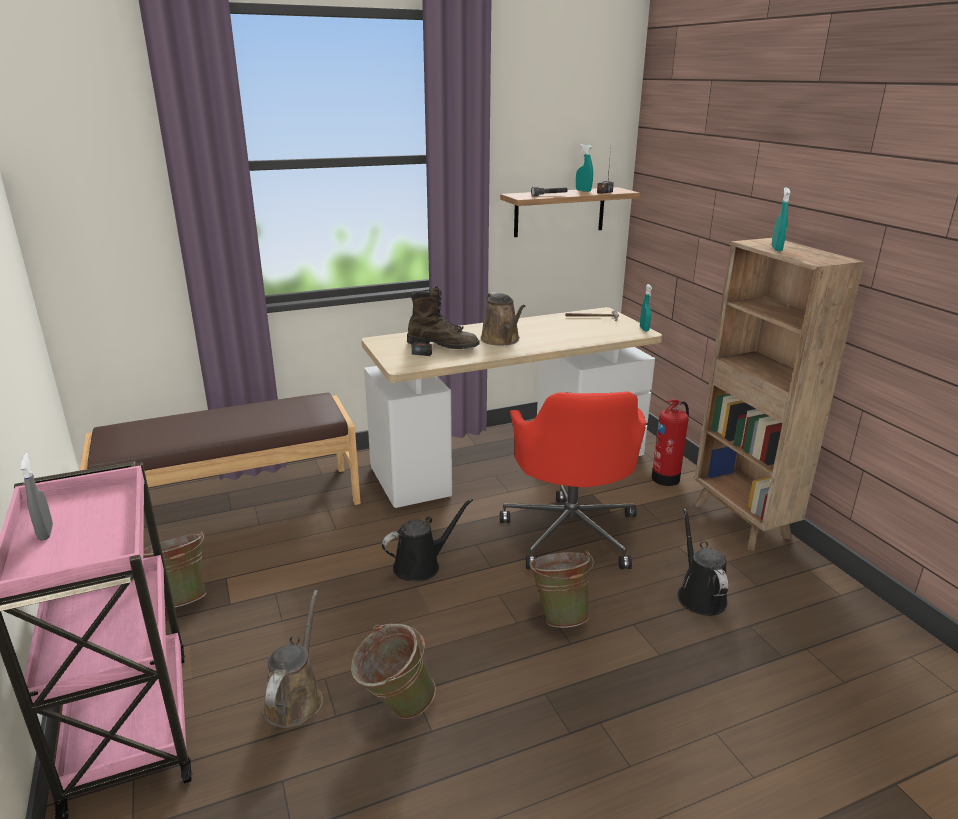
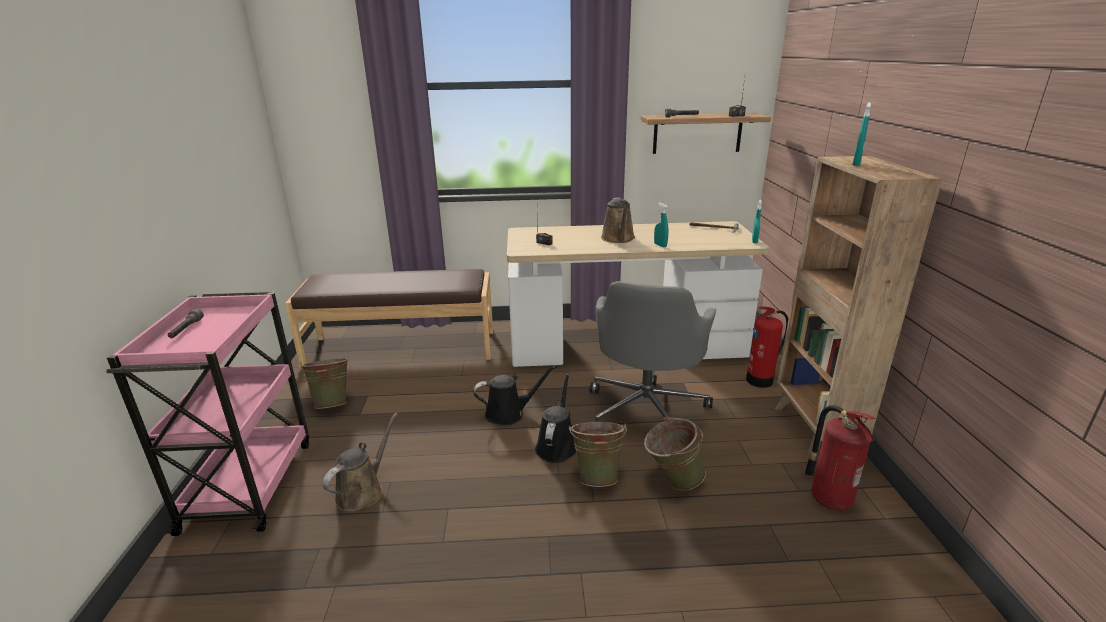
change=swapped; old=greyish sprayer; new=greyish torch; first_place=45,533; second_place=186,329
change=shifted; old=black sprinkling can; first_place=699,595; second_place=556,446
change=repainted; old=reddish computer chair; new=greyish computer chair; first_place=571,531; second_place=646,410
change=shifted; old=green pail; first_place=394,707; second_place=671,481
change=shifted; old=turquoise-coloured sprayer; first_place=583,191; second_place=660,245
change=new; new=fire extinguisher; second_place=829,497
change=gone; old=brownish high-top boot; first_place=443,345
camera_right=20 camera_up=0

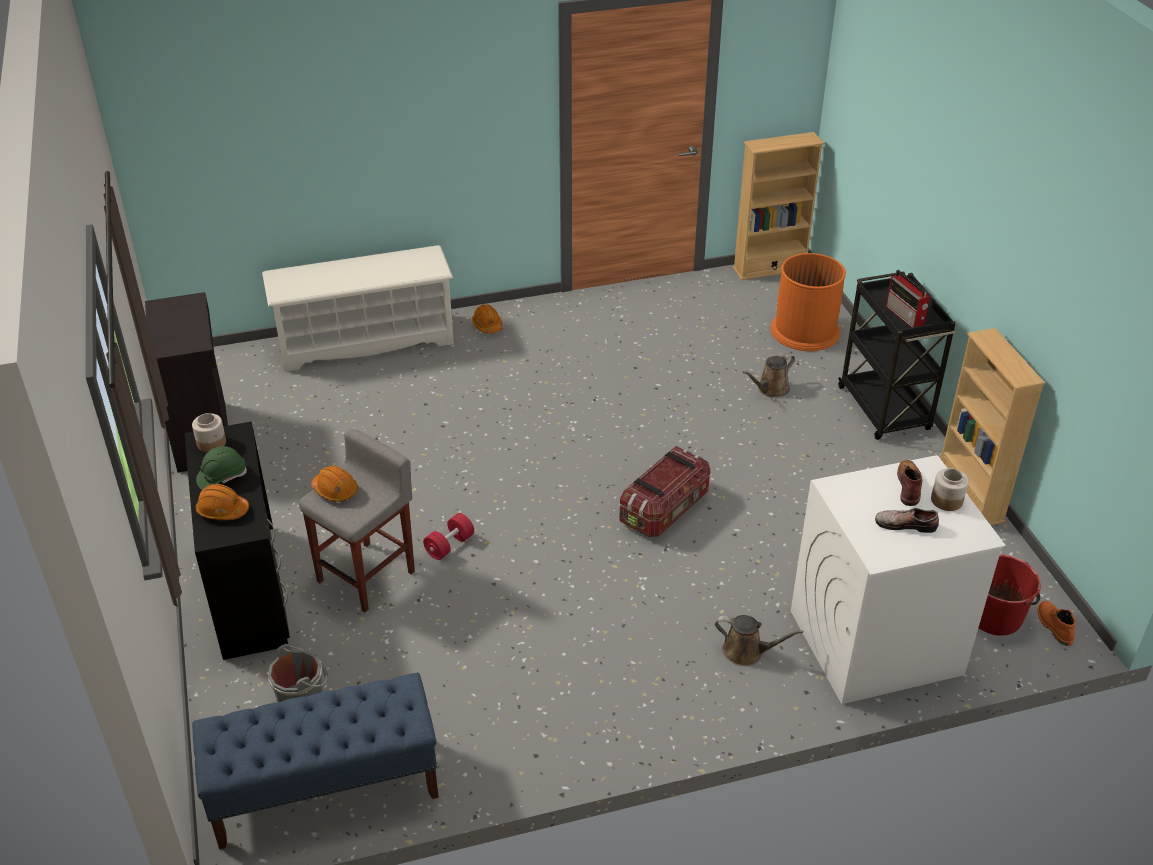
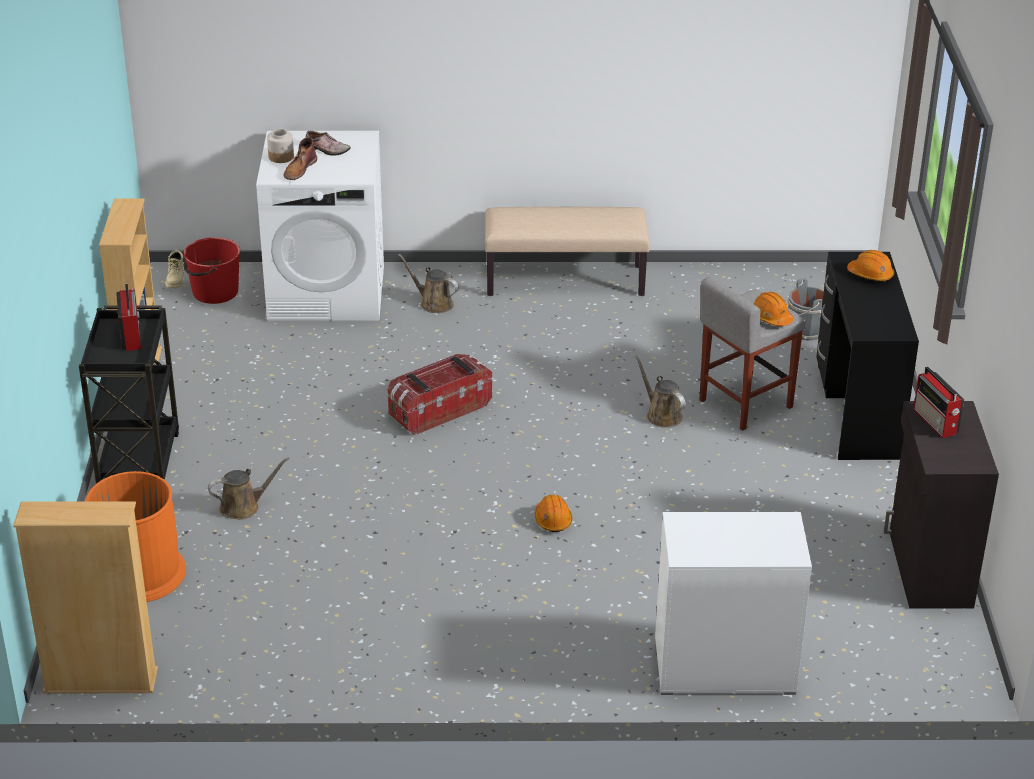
change=repainted; old=orangey high-top boot; new=beige-coloured high-top boot; first_place=1053,626; second_place=176,279
change=new; new=beige-coloured long seat; second_place=565,280
change=shifted; old=orangey safety helmet; first_place=487,325; second_place=553,520
change=swapped; old=reddish free weight; new=brownish sprinkling can; first_place=449,545; second_place=661,415
change=swapped; old=whitish shoe stand; new=whitish drawer chest; first_place=366,341; second_place=723,666
change=new; new=radio receiver; second_place=936,422
change=gone; old=preserve jar; first_place=212,443
change=gone; old=bluish long seat; first_place=324,790
change=gone; old=green safety helmet; first_place=222,477
camera_right=-165 camera_up=-5

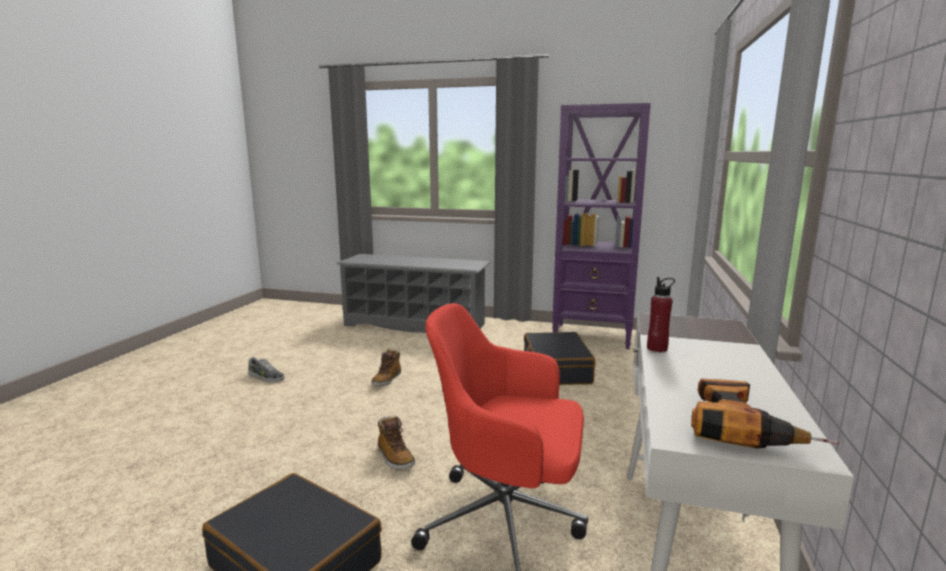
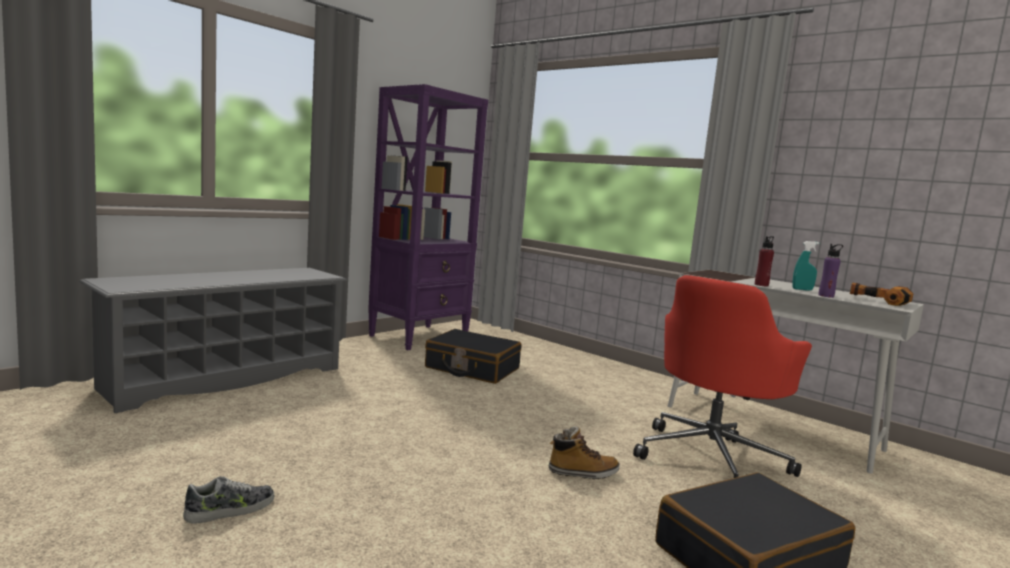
change=new; new=turquoise-coloured sprayer; second_place=802,289
change=new; new=purple bottle; second_place=826,296
change=gone; old=high-top boot; first_place=386,380
camera_right=-65 camera_up=-5

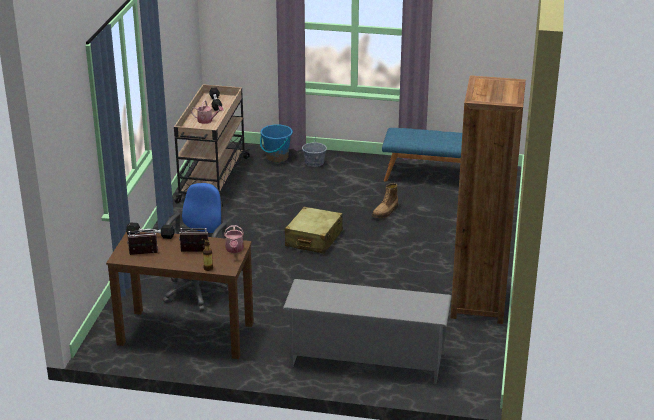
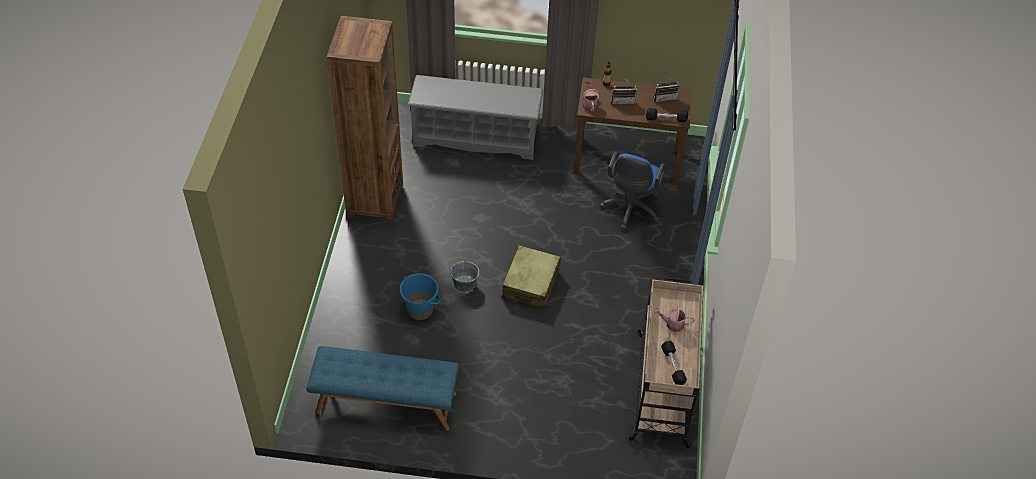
change=shifted; old=bluish pail; first_place=276,158; second_place=420,309
change=shifted; old=greyish pail; first_place=314,162; second_place=464,284
change=gone; old=high-top boot; first_place=385,212
camera_right=175 camera_up=20

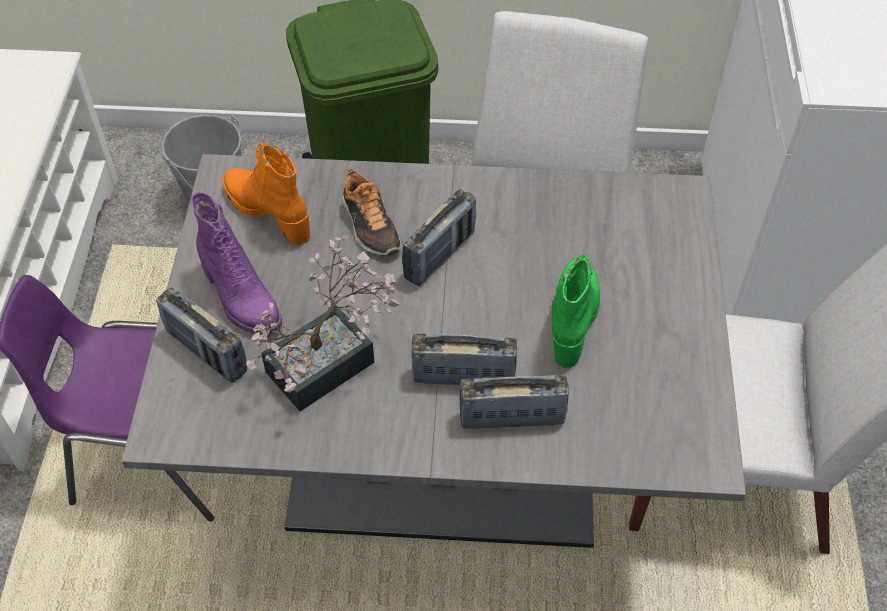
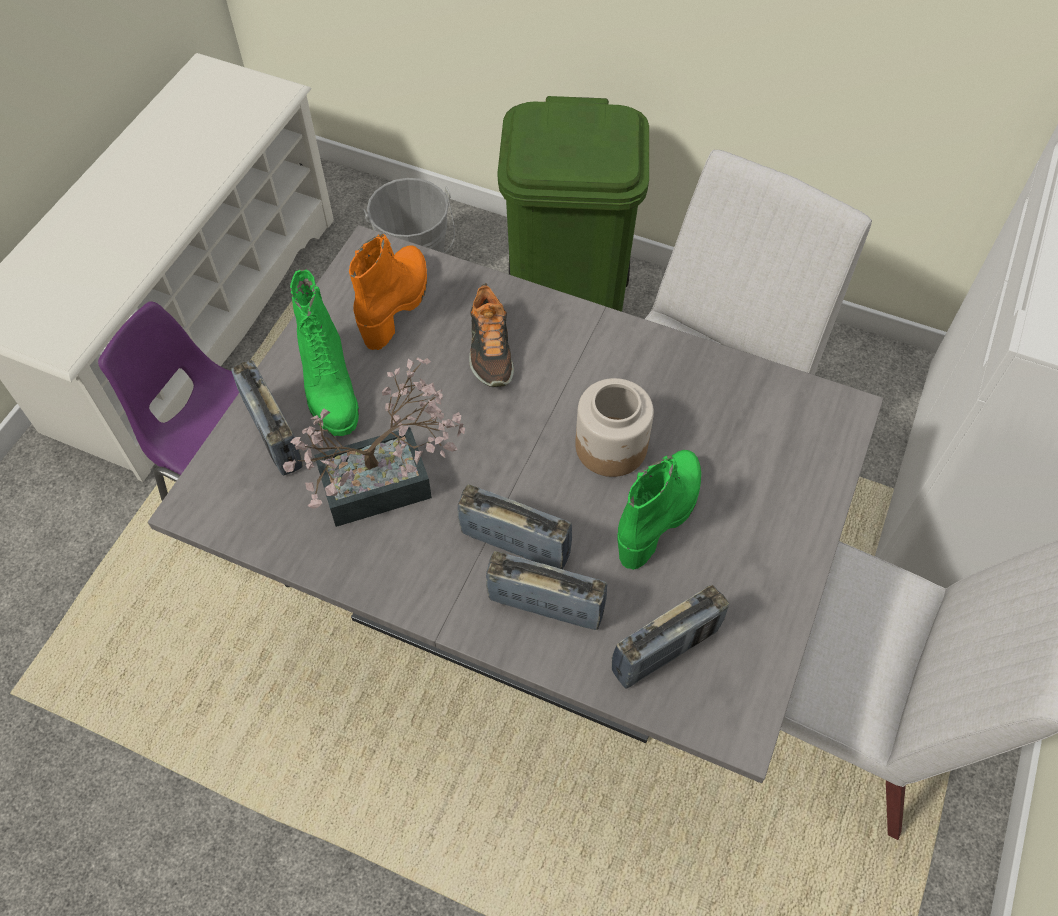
change=repainted; old=purple high-top boot; new=green high-top boot; first_place=240,299; second_place=328,389
change=rotated; old=orangey high-top boot; first_place=269,212; second_place=396,305; degrees=45
change=new; new=preserve jar; second_place=611,447
change=shifted; old=radio receiver; first_place=440,255; second_place=665,650
camera_right=20 camera_up=5

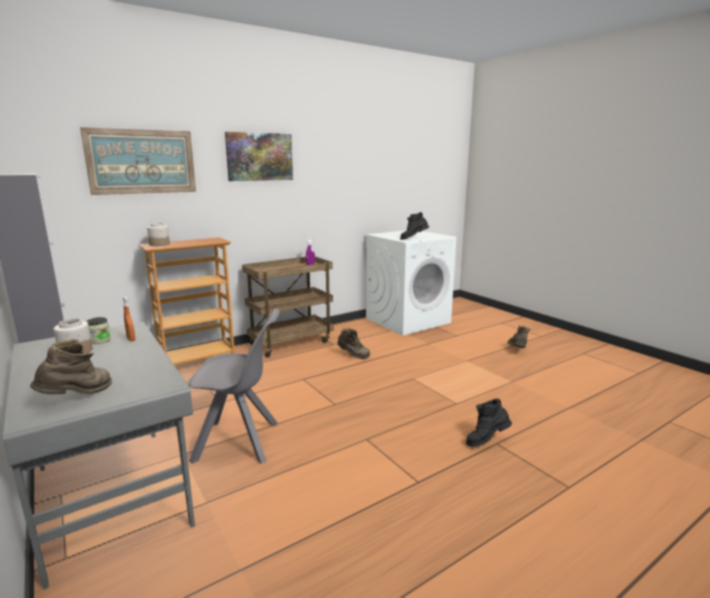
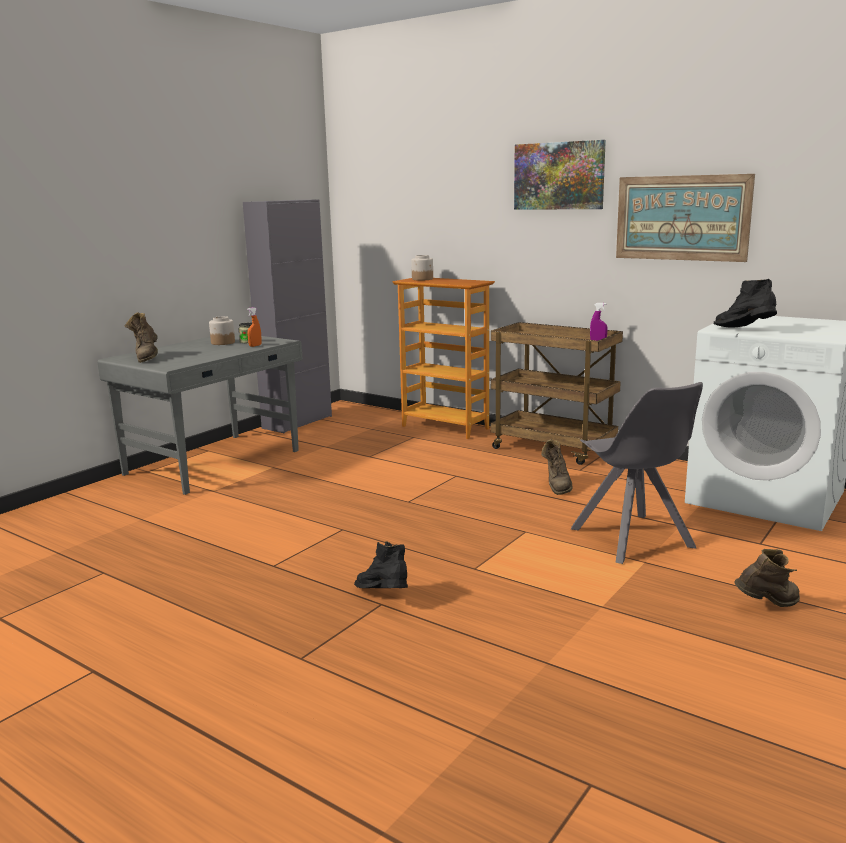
change=rotated; old=brownish high-top boot; first_place=78,397; second_place=147,358; degrees=75
change=shifted; old=greyish chair; first_place=239,442; second_place=633,539
change=shifted; old=wall picture; first_place=142,162; second_place=682,218
camera_right=70 camera_up=0

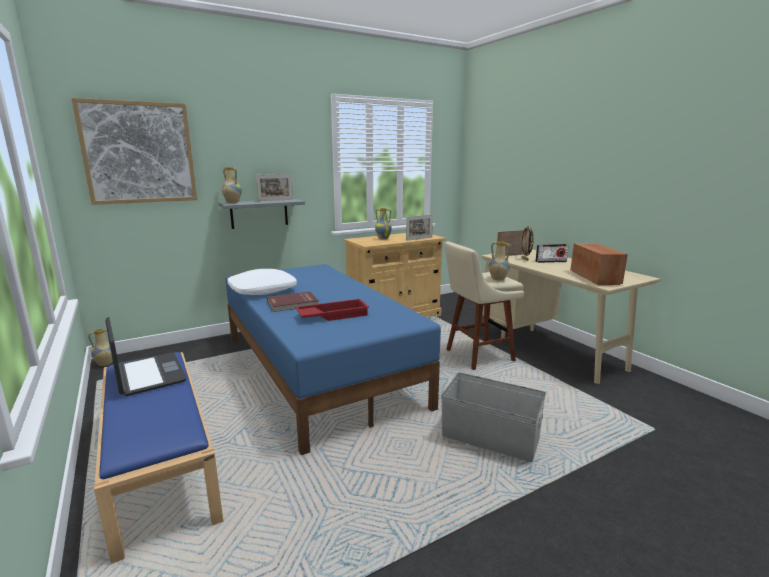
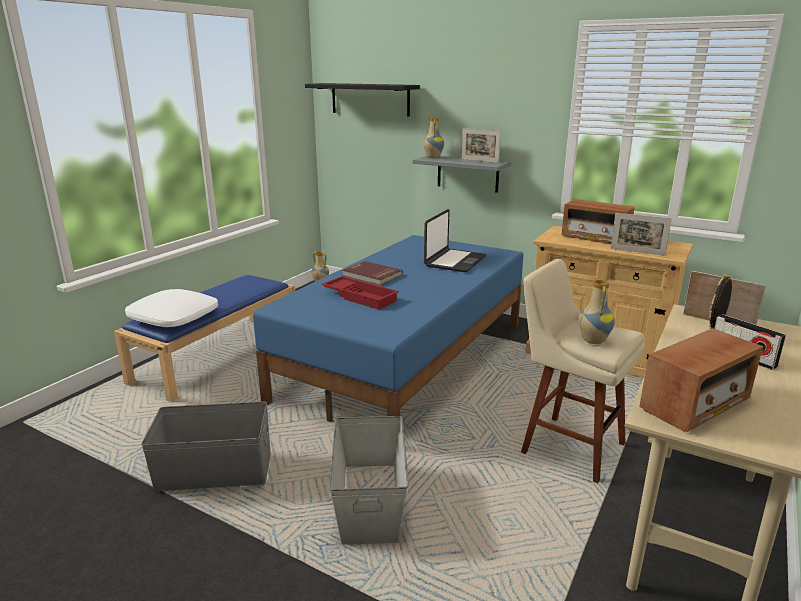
change=shifted; old=whitish throw pillow; first_place=262,290; second_place=174,317
change=new; new=greyish storage container; second_place=214,471
change=swapped; old=wall picture; new=black shelf; first_place=139,153; second_place=370,99
change=shifted; old=portable computer; first_place=148,375; second_place=454,261
change=swapped; old=vase; new=radio receiver; first_place=383,238; second_place=595,238
camera_right=60 camera_up=5

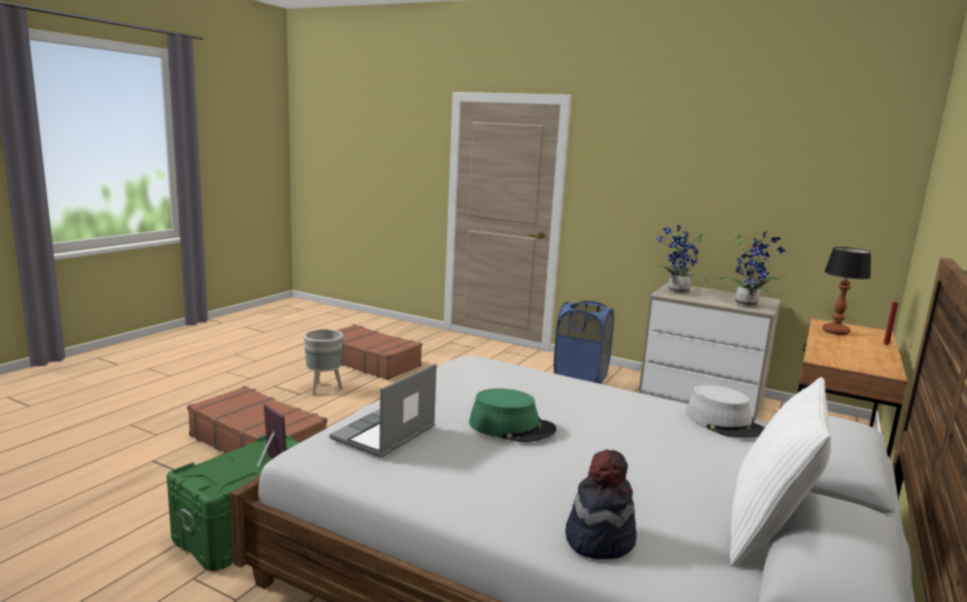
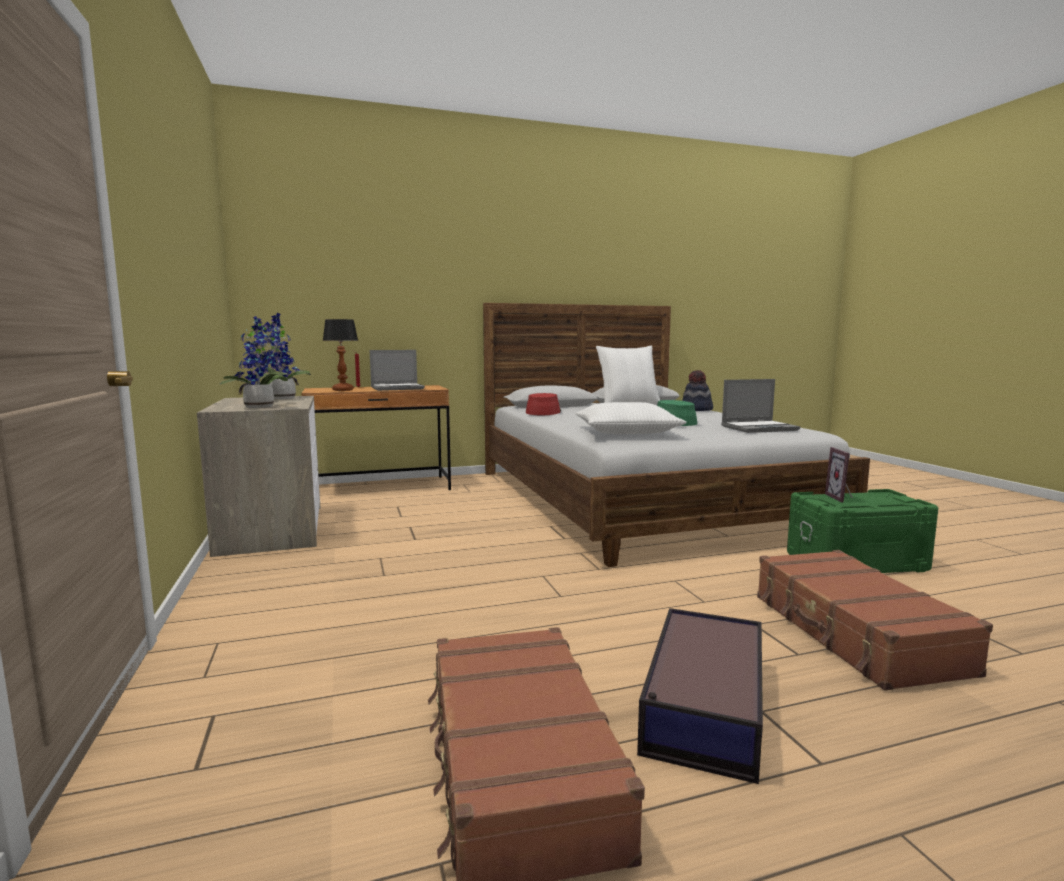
change=new; new=portable computer; second_place=398,388
change=repainted; old=greyish clothing hat; new=reddish clothing hat; first_place=724,423; second_place=543,412
change=new; new=whitish throw pillow; second_place=626,432
change=swapped; old=greyish flower pot; new=storage container; first_place=324,389; second_place=703,707
change=gone; old=bluish hamper; first_place=580,377
camera_right=-135 camera_up=-5

